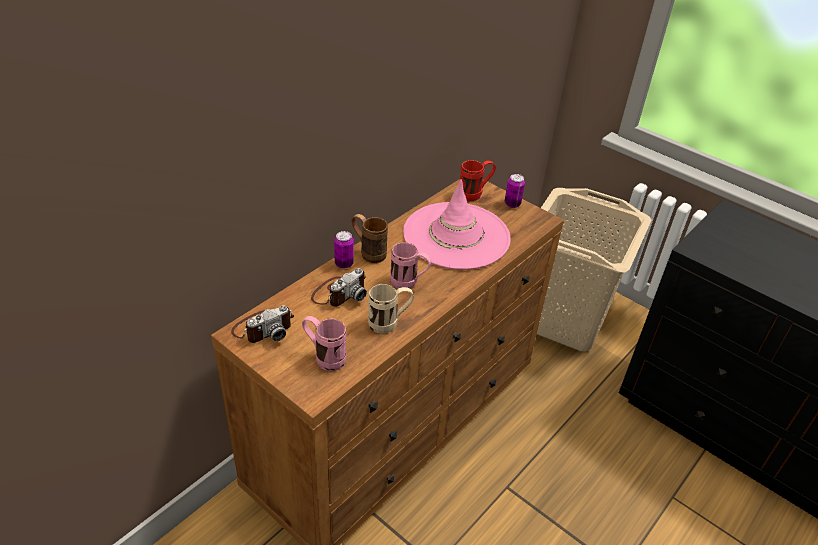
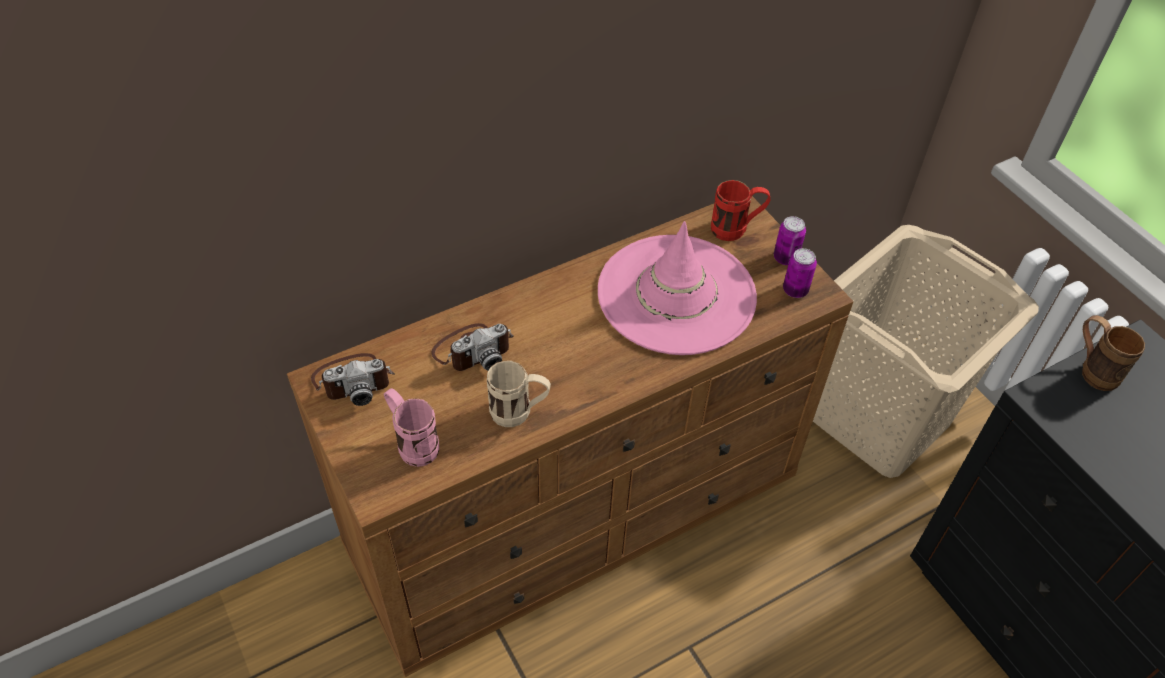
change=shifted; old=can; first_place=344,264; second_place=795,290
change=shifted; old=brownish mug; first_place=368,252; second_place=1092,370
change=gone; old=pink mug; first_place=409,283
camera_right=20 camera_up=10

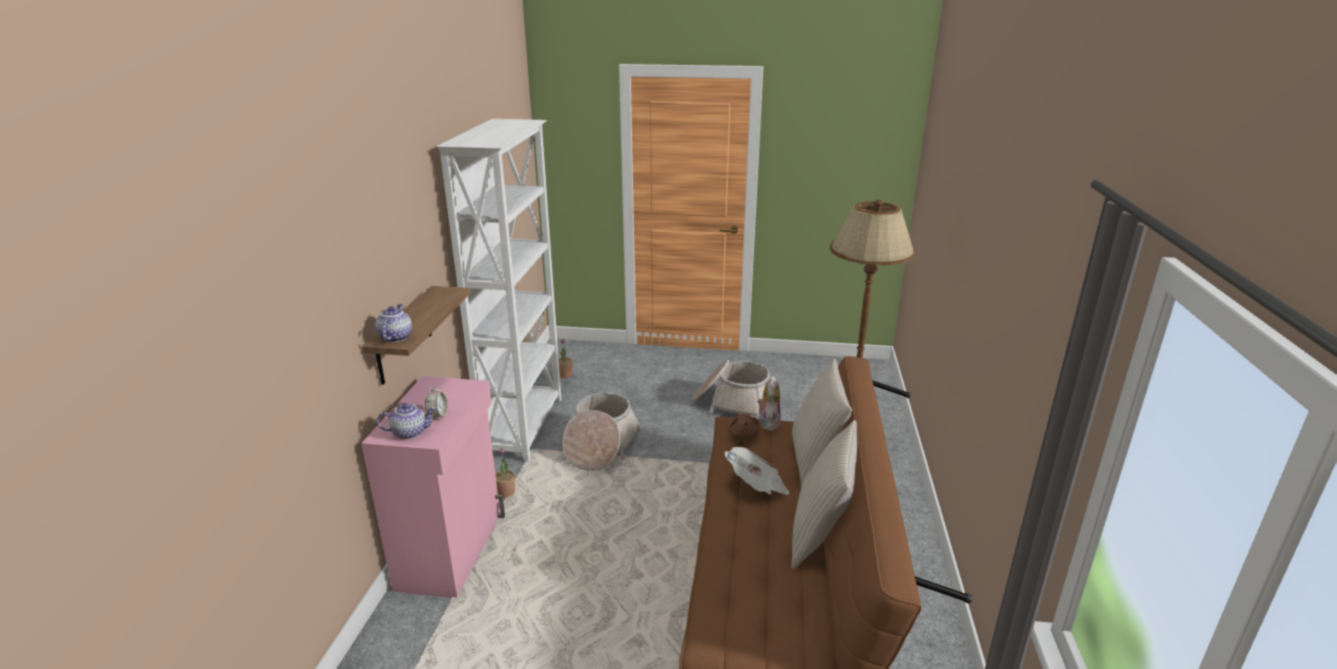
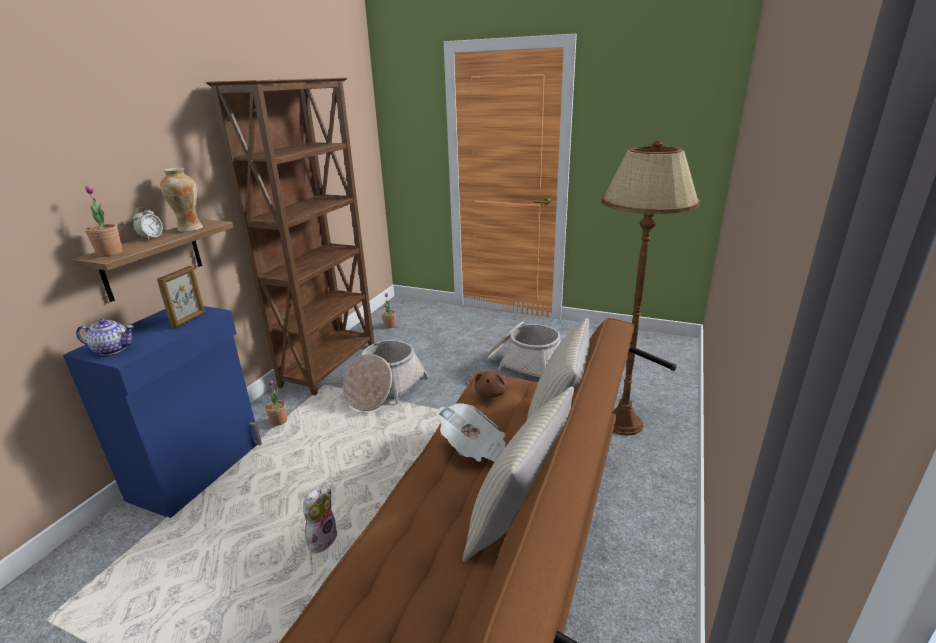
change=repainted; old=pink storage cabinet; new=bluish storage cabinet; first_place=452,550; second_place=199,470
change=swapped; old=pot for tea; new=plant in a pot; first_place=395,337; second_place=110,253
change=shifted; old=alarm clock; first_place=438,416; second_place=151,238
change=new; new=photo frame; second_place=189,320
change=new; new=vase; second_place=190,229
change=repainted; old=whitish bookcase; new=brownish bookcase; first_place=524,426; second_place=331,365
change=shifted; old=plush toy; first_place=768,423; second_place=322,539
camera_right=15 camera_up=0

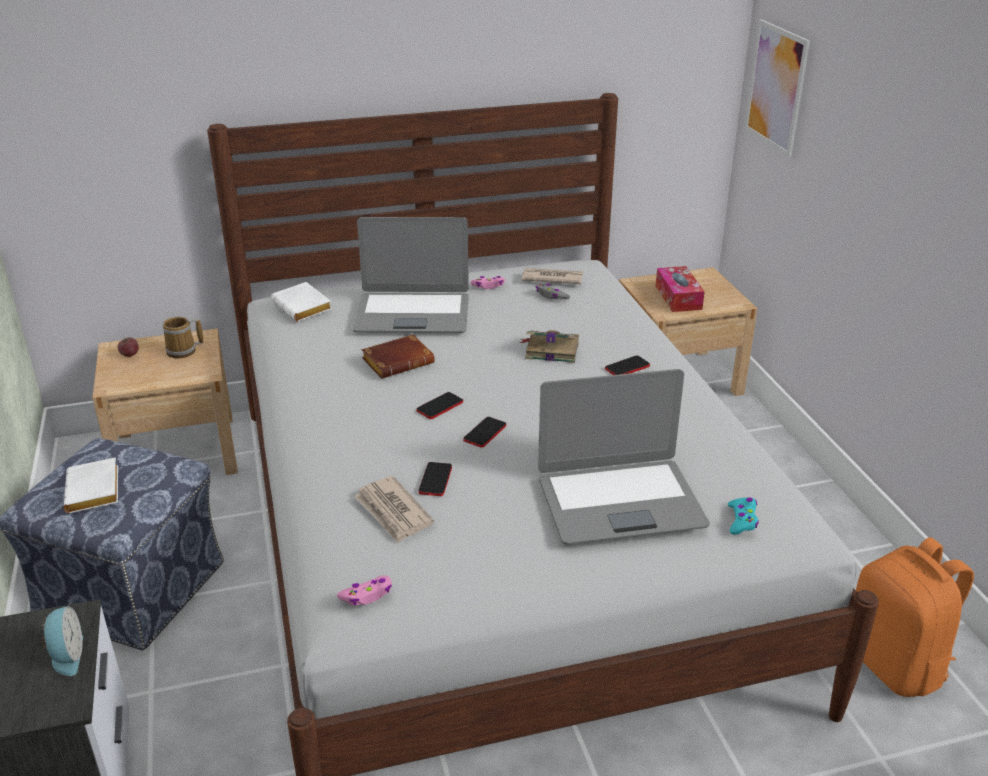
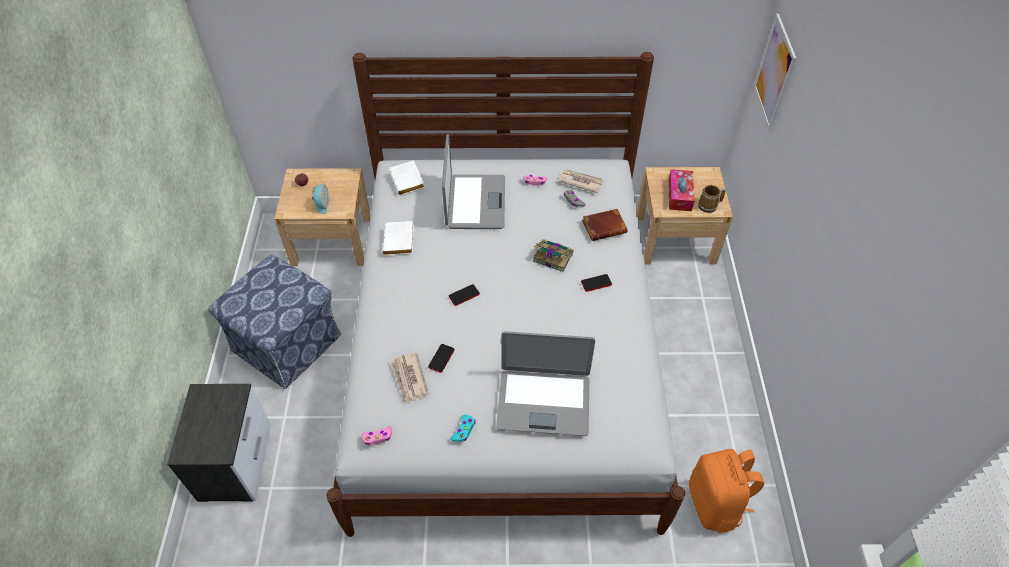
change=shifted; old=alarm clock; first_place=66,656; second_place=322,205
change=shifted; old=whitish volume; first_place=95,492; second_place=400,242
change=rotated; old=portable computer; first_place=412,314; second_place=475,202; degrees=-105
change=shifted; old=turquoise-coloured gamepad; first_place=742,520; second_place=464,430
change=shifted; old=brownish volume; first_place=399,361; second_place=604,226
change=shifted; old=mug; first_place=184,351; second_place=709,206
change=gone; old=telephone; first_place=485,433
camera_right=15 camera_up=20

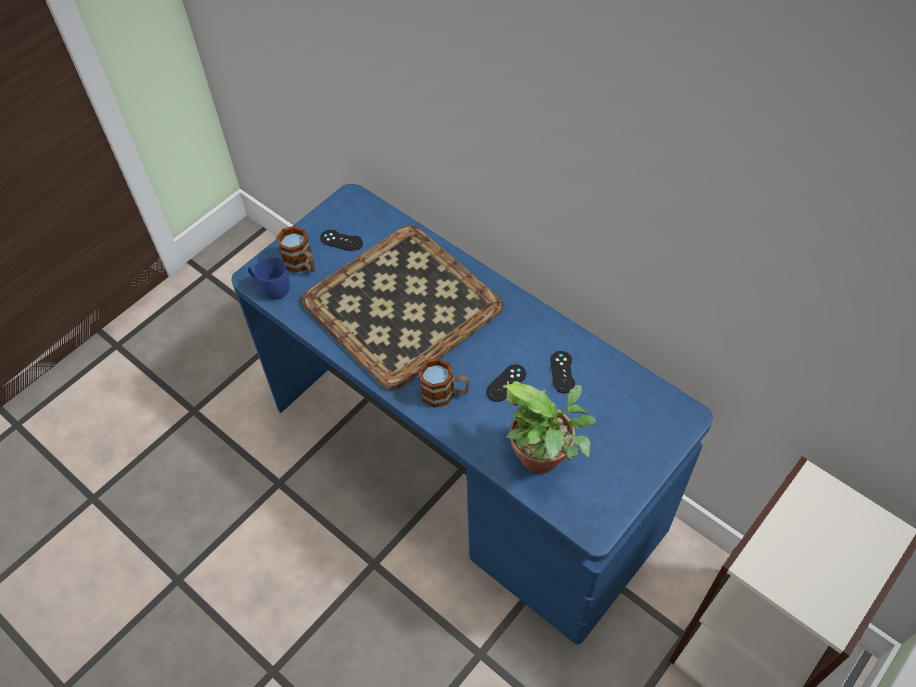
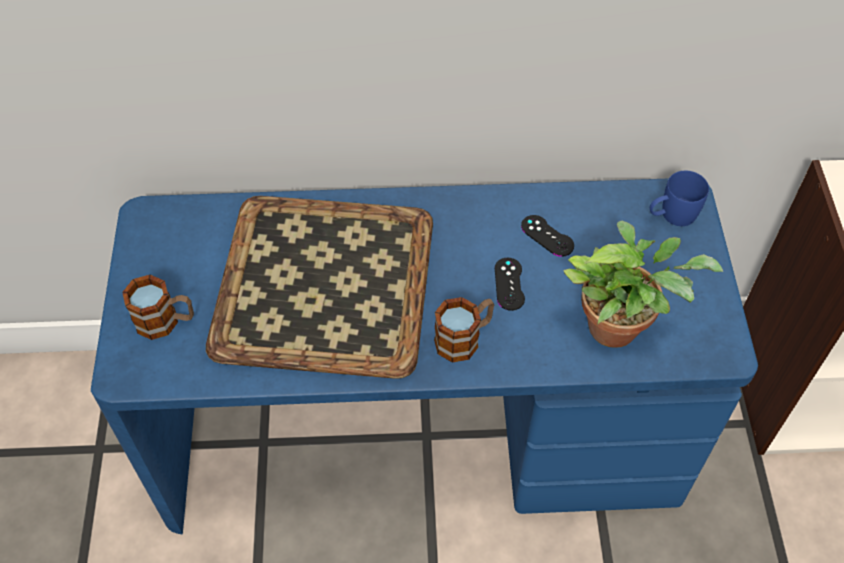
change=shifted; old=bluish mug; first_place=271,287; second_place=671,215
change=gone; old=black gamepad; first_place=341,241
camera_right=-45 camera_up=0

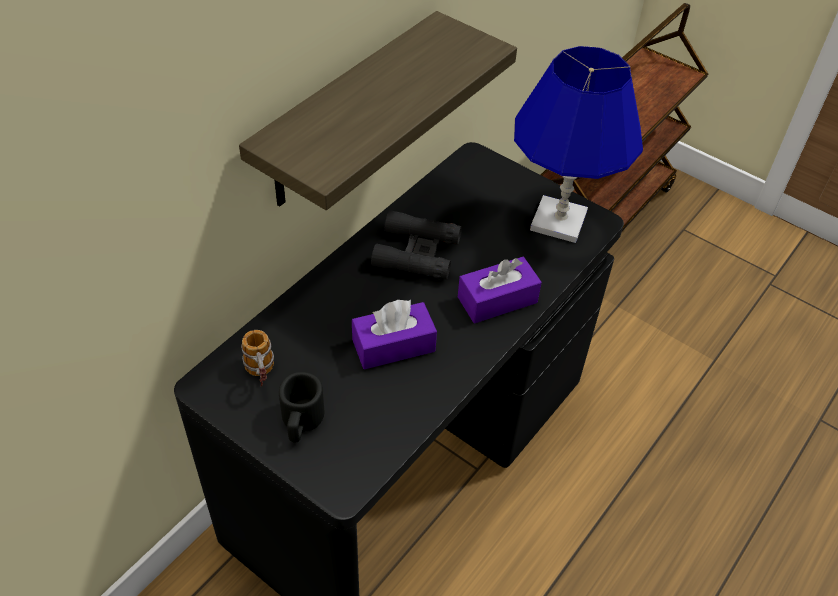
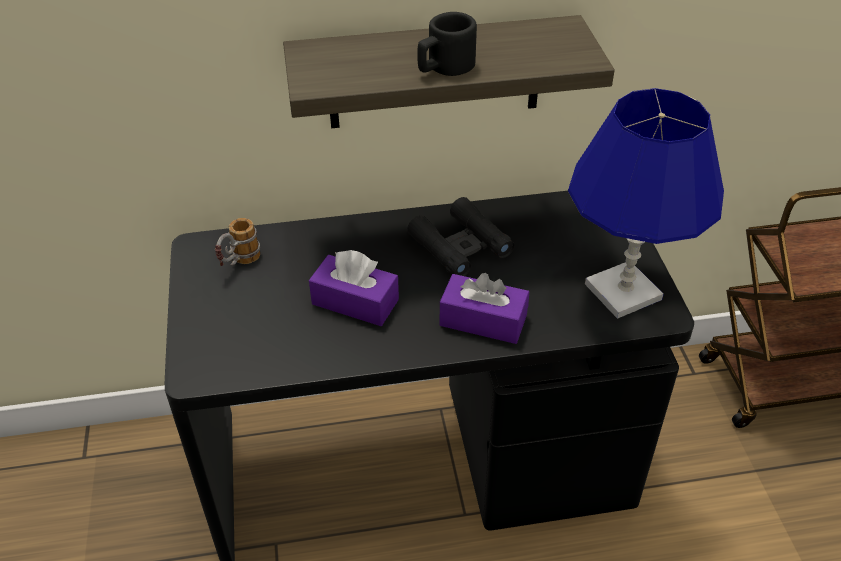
change=shifted; old=black mug; first_place=301,421; second_place=444,67
camera_right=45 camera_up=-5

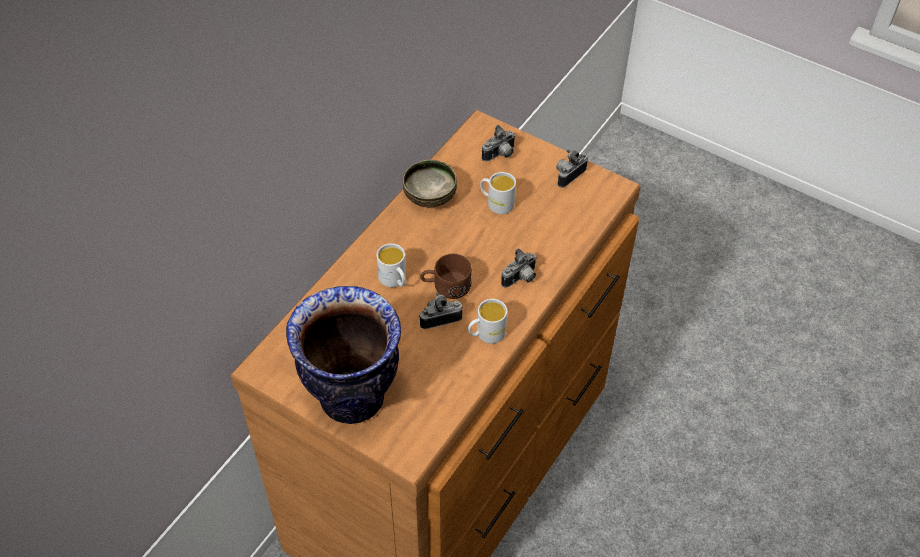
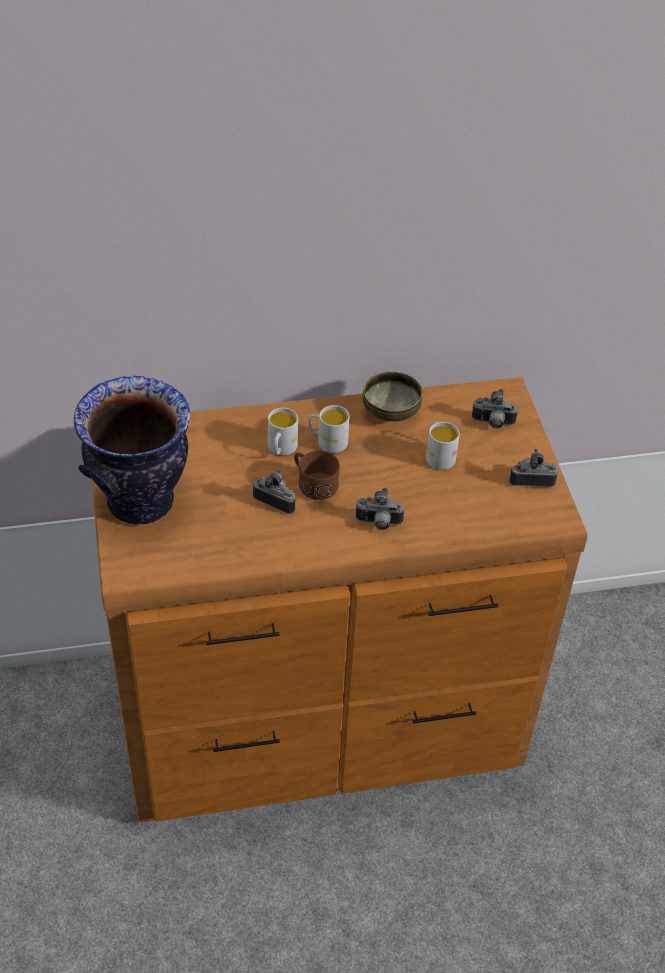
change=shifted; old=whitish mug; first_place=486,334; second_place=327,441
camera_right=45 camera_up=-5

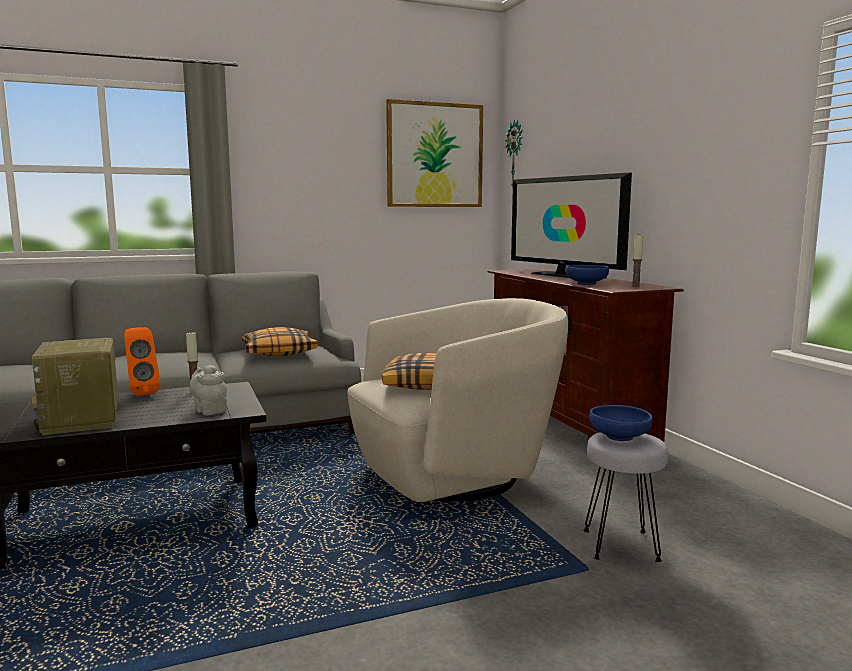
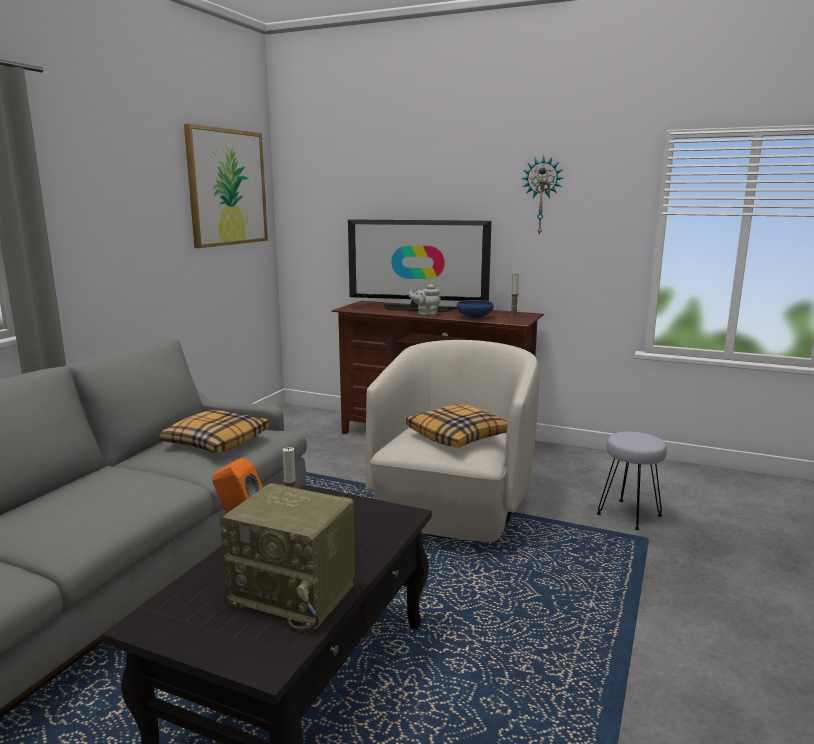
change=shifted; old=greyish pot for tea; first_place=209,410; second_place=426,314
change=shifted; old=hanging clock; first_place=516,154; second_place=542,196
change=gone; old=bluish bowl; first_place=619,437
camera_right=-45 camera_up=5

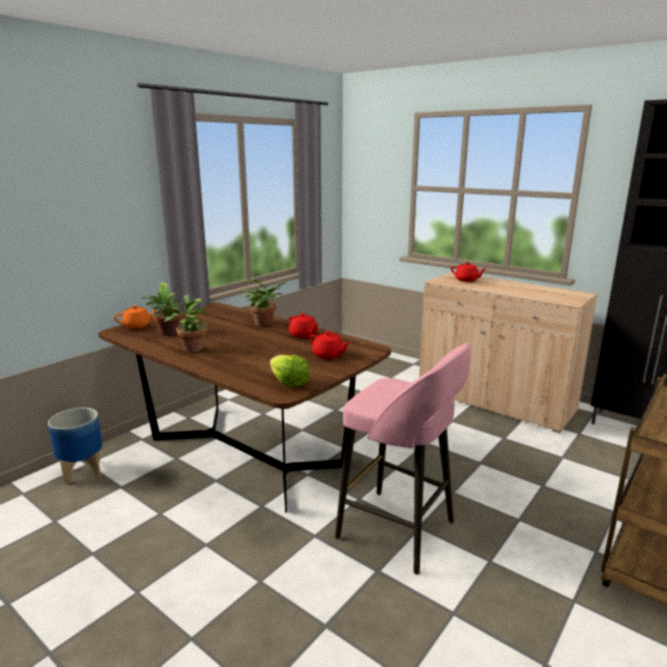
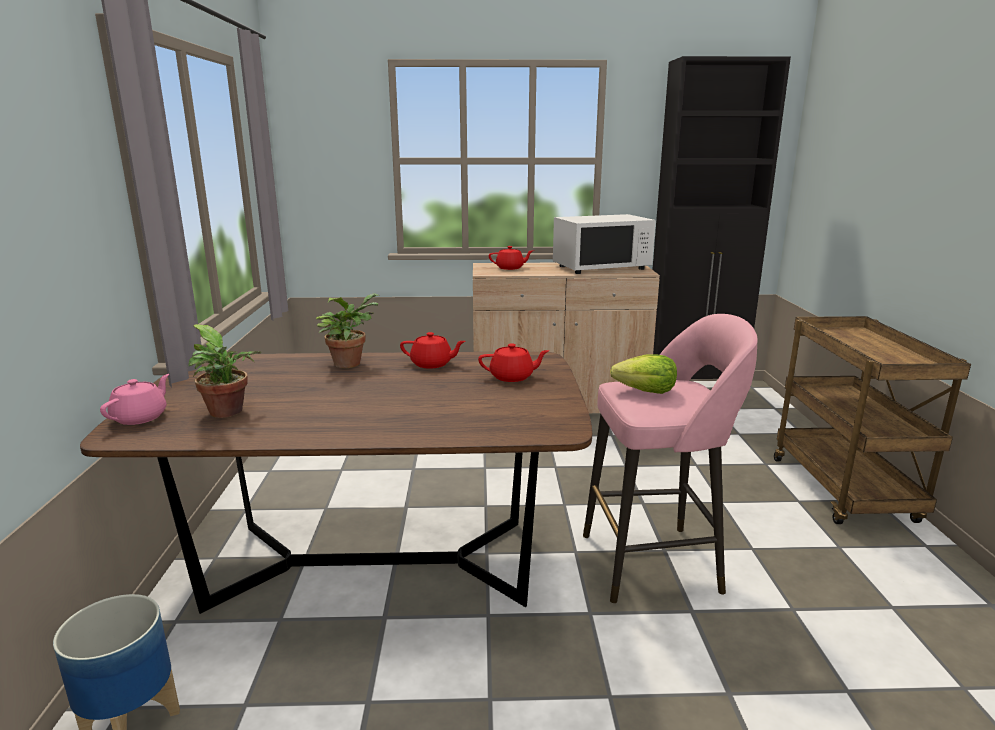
change=repainted; old=orangey pot for tea; new=pink pot for tea; first_place=138,326; second_place=141,417
change=new; new=whitish kitchen microwave; second_place=601,267
change=shifted; old=lettuce head; first_place=289,383; second_place=645,391
change=gone; old=plant in a pot; first_place=192,348
camera_right=-40 camera_up=0

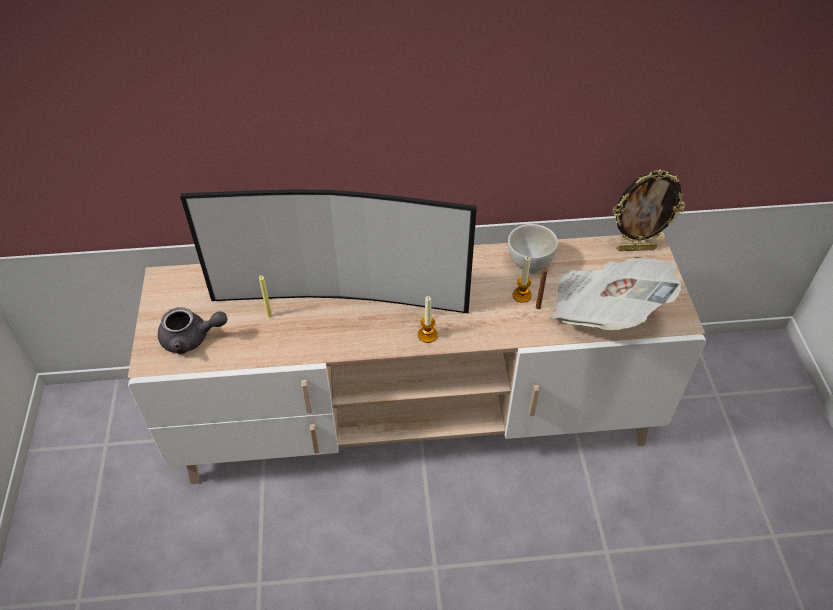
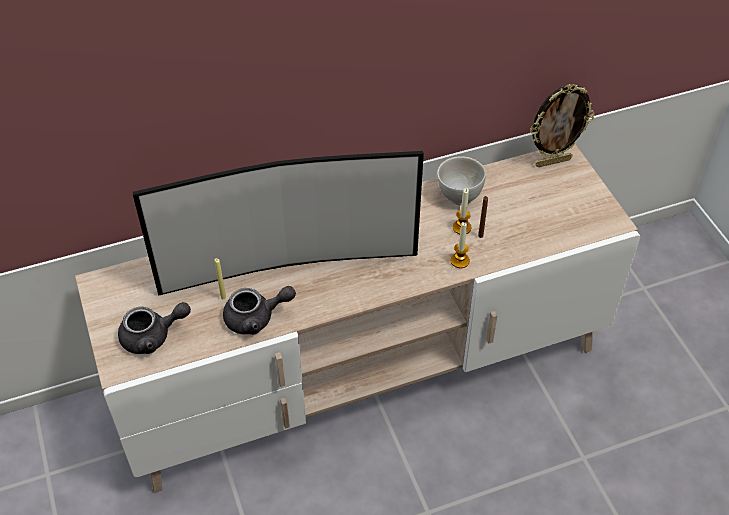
change=new; new=greyish pot for tea; second_place=256,318
change=shifted; old=wax light; first_place=427,335; second_place=460,261
change=gone; old=newspaper; first_place=604,311
camera_right=-15 camera_up=0

